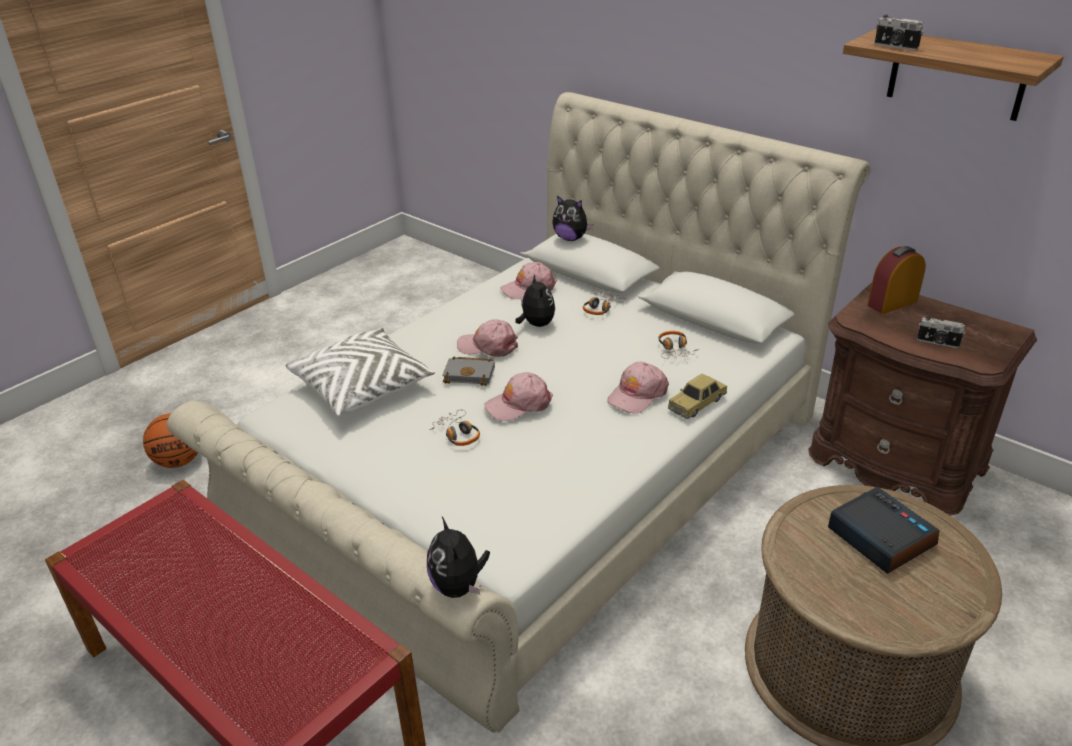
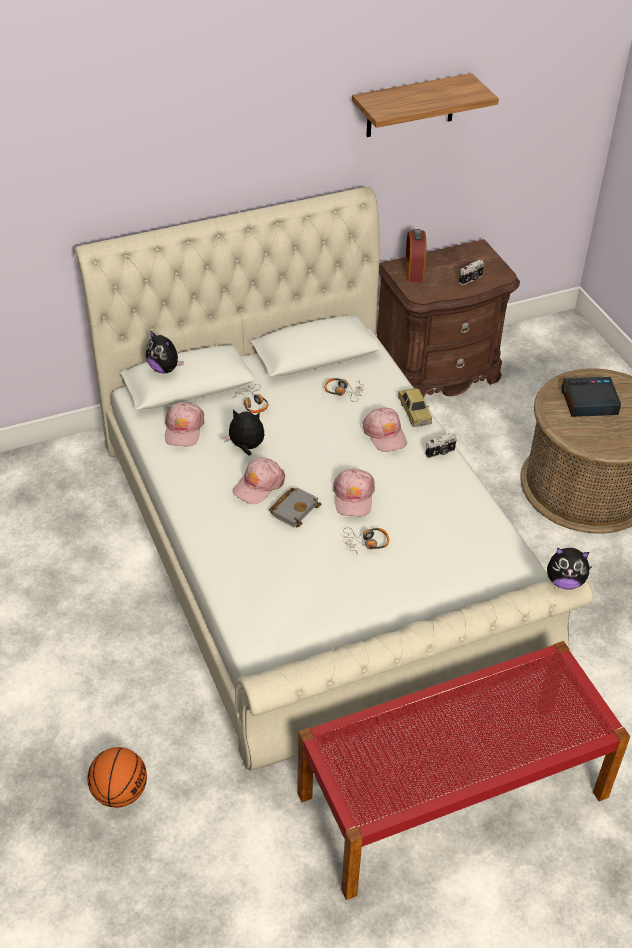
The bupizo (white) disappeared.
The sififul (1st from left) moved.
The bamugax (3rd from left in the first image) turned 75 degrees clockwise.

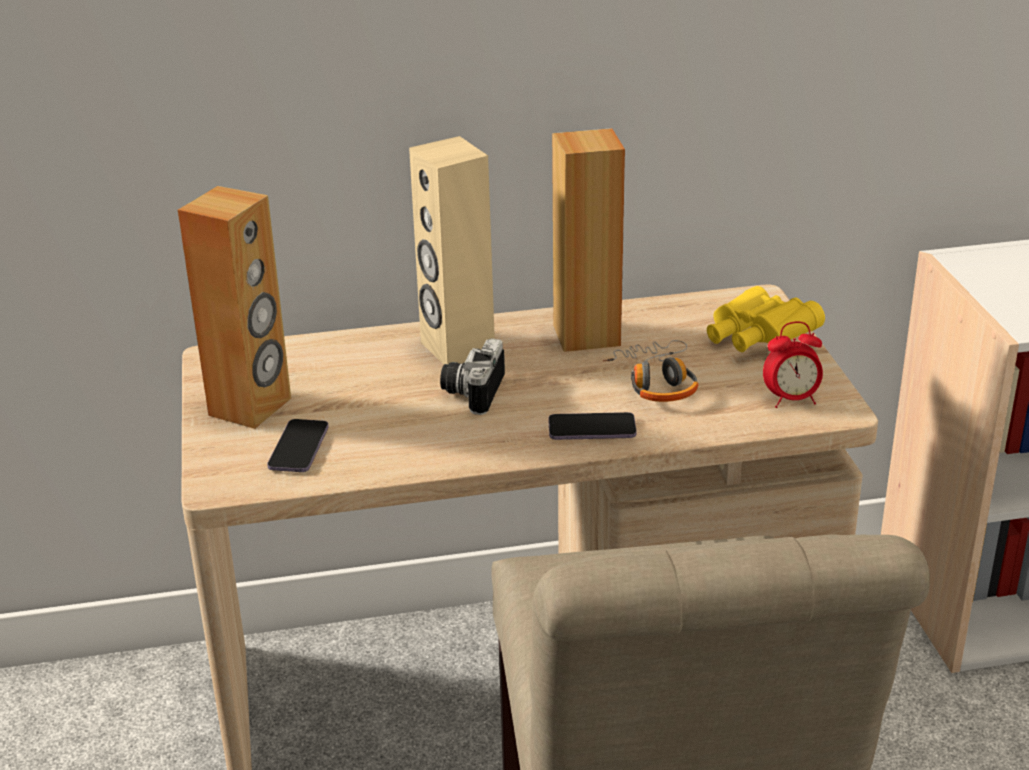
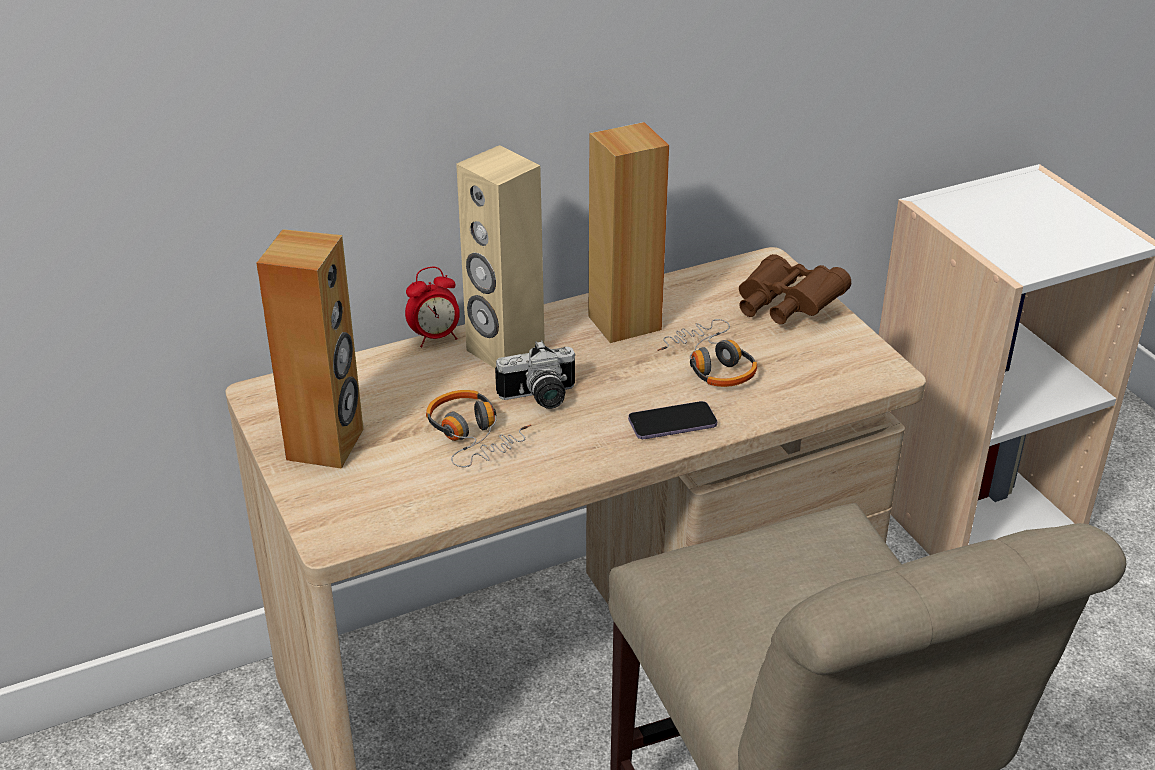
The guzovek (1st from left) disappeared.
The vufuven (1st from left) appeared.
The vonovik moved.
The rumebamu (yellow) became the rumebamu (brown).
The sififul turned 105 degrees counterclockwise.

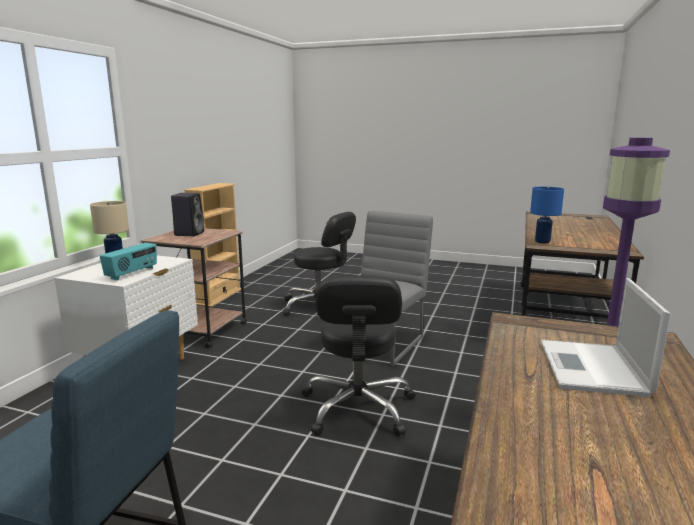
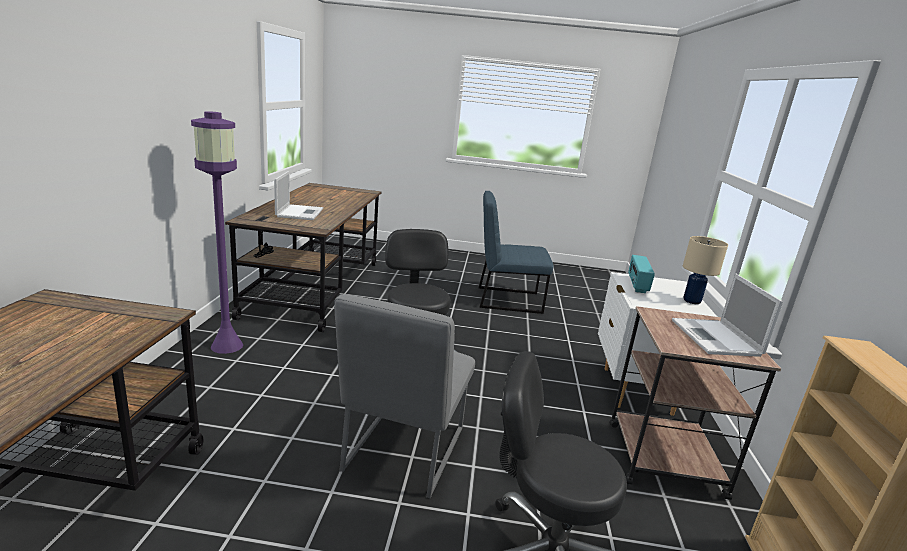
The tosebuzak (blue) disappeared.
The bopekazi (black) was replaced by the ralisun (2nd from left).

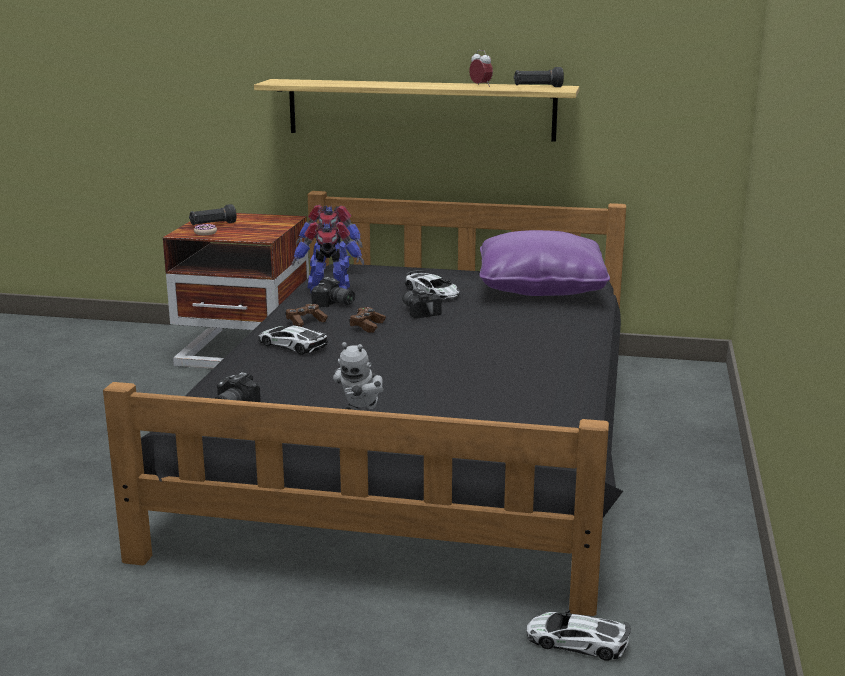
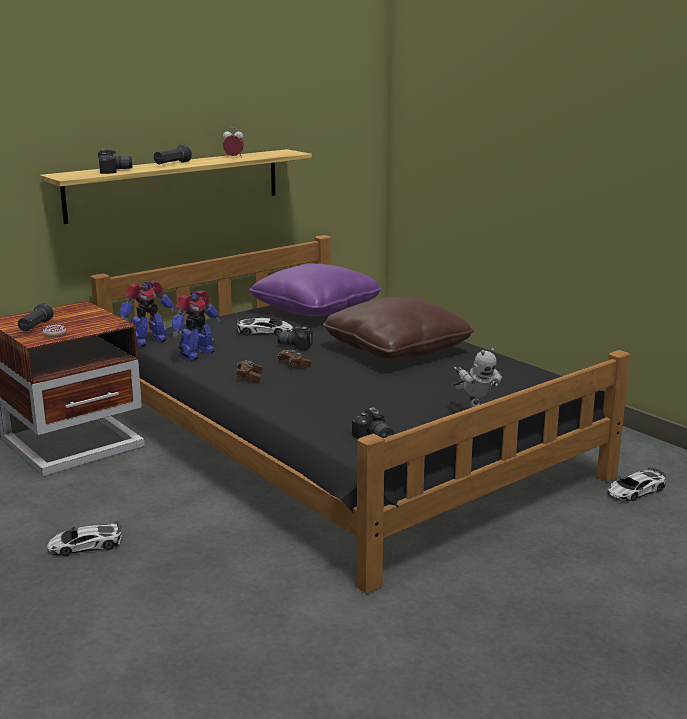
The bupizo (brown) appeared.
The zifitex (1st from left) moved.
The sififul (2nd from left in the first image) moved.
The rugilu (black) (2nd from left) moved.

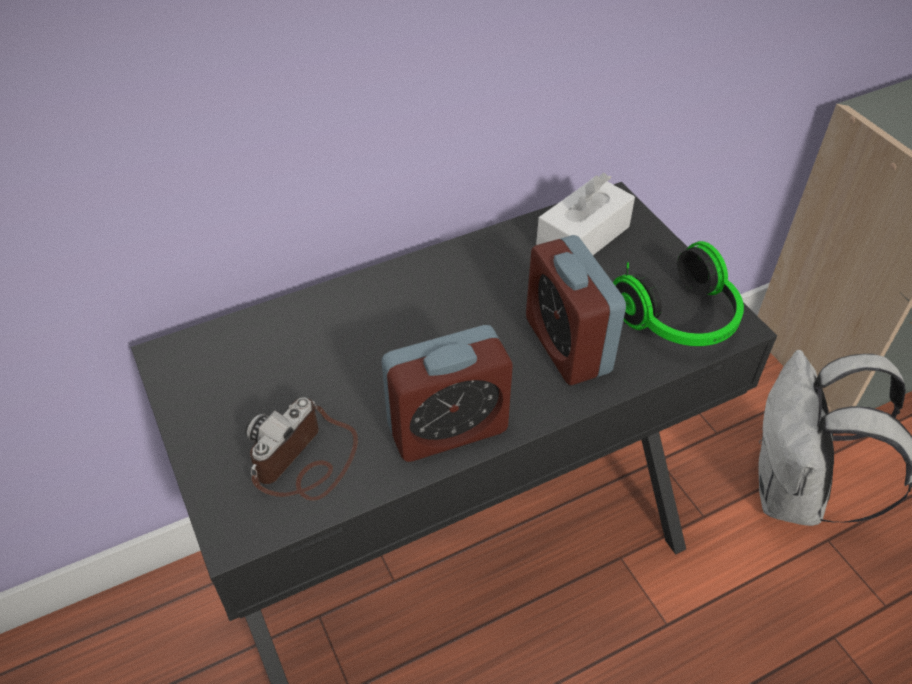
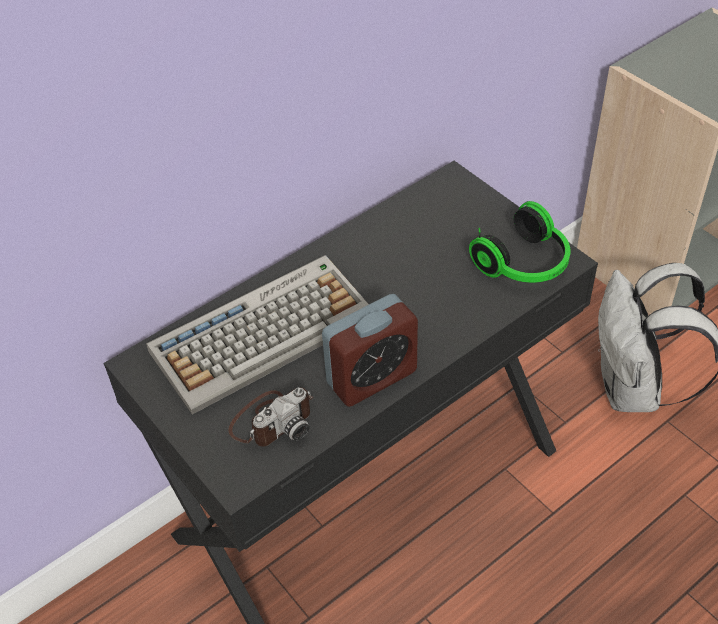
The vonovik (2nd from left) disappeared.
The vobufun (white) disappeared.
The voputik appeared.
The sififul turned 150 degrees counterclockwise.

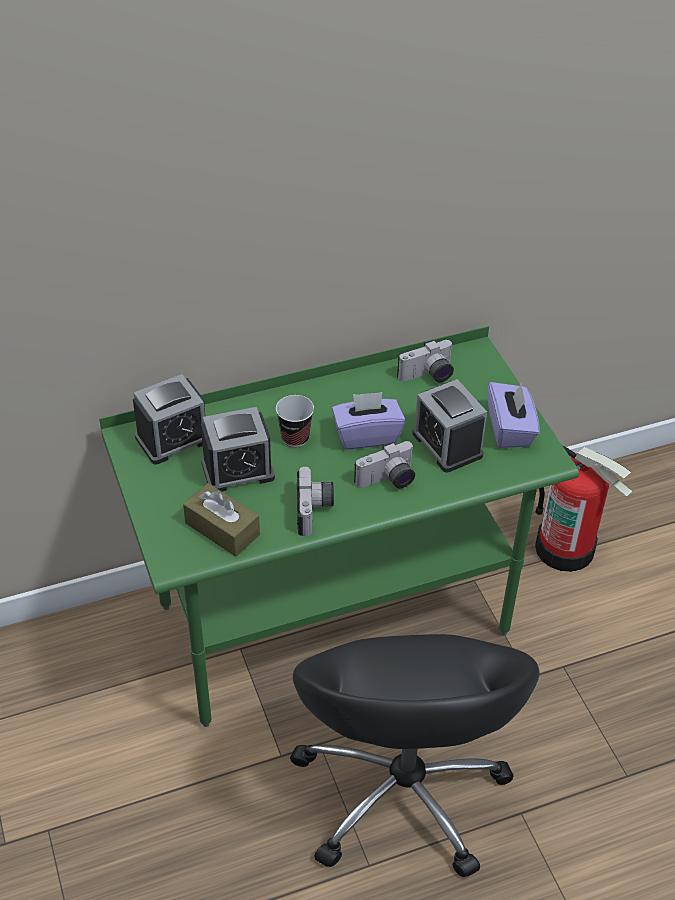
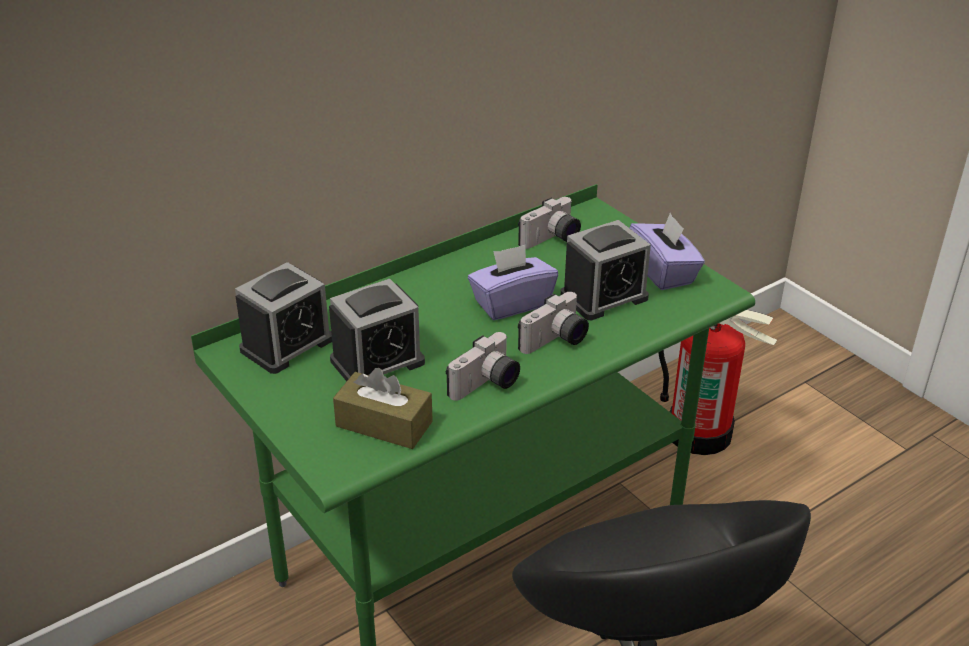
The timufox disappeared.
The sififul (1st from left) turned 60 degrees clockwise.
The vonovik (3rd from left) turned 75 degrees counterclockwise.

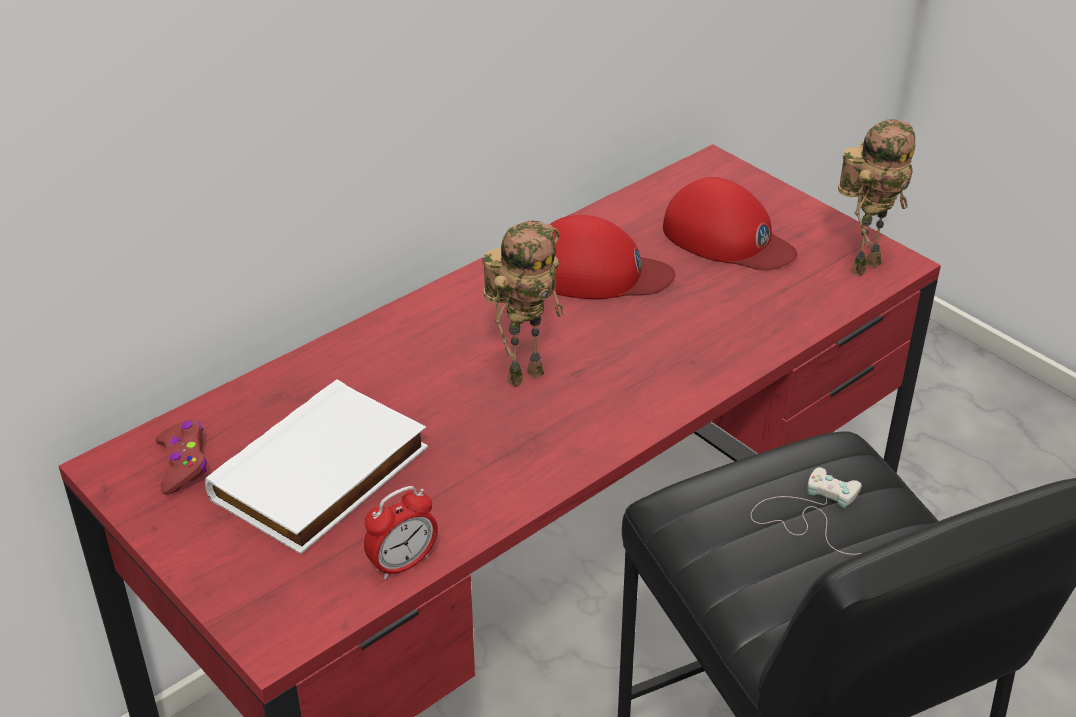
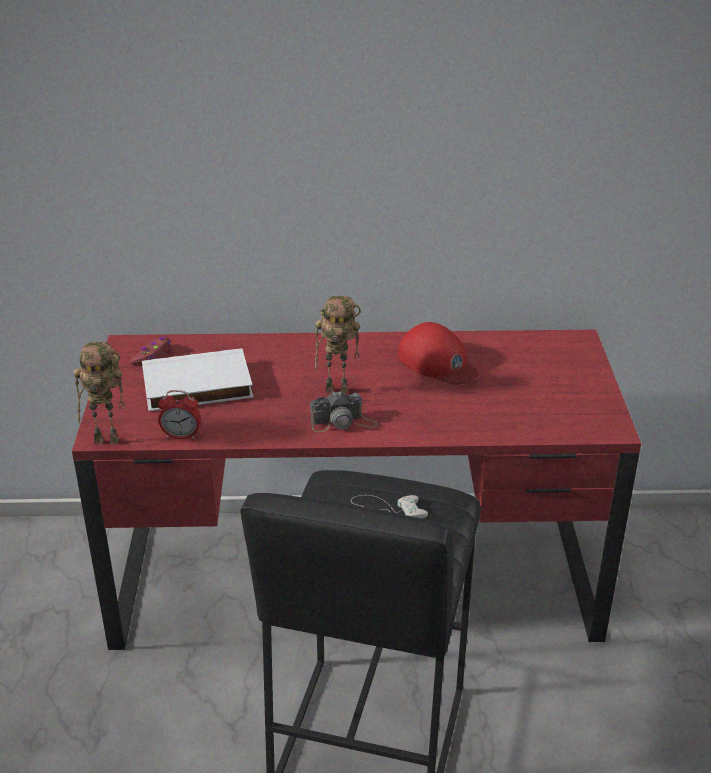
The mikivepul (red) (2nd from left) disappeared.
The sififul appeared.
The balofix (2nd from left in the first image) moved.

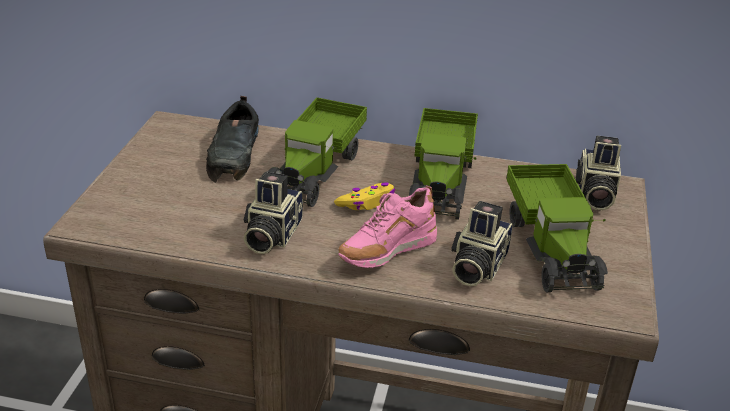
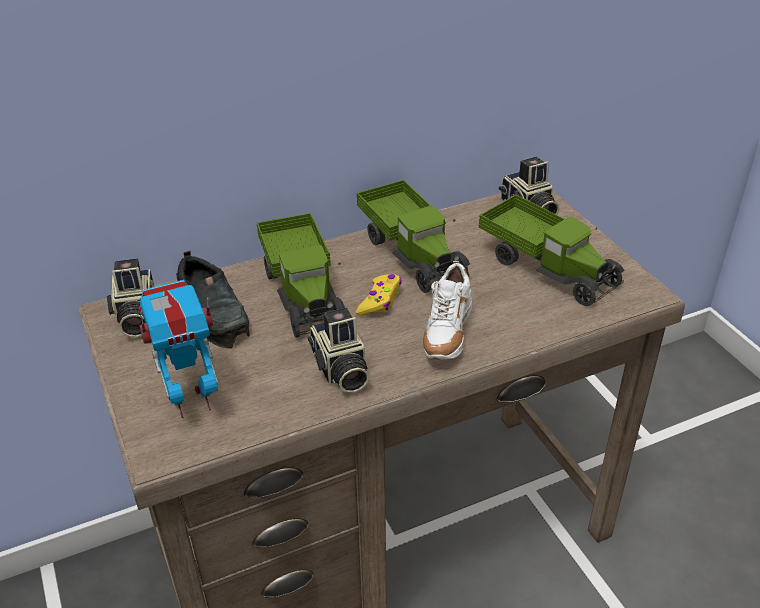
The balofix appeared.
The sififul (2nd from left in the first image) moved.
The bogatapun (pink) became the bogatapun (white).

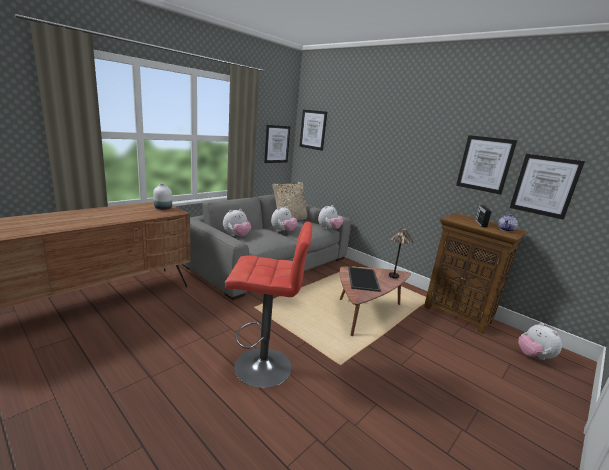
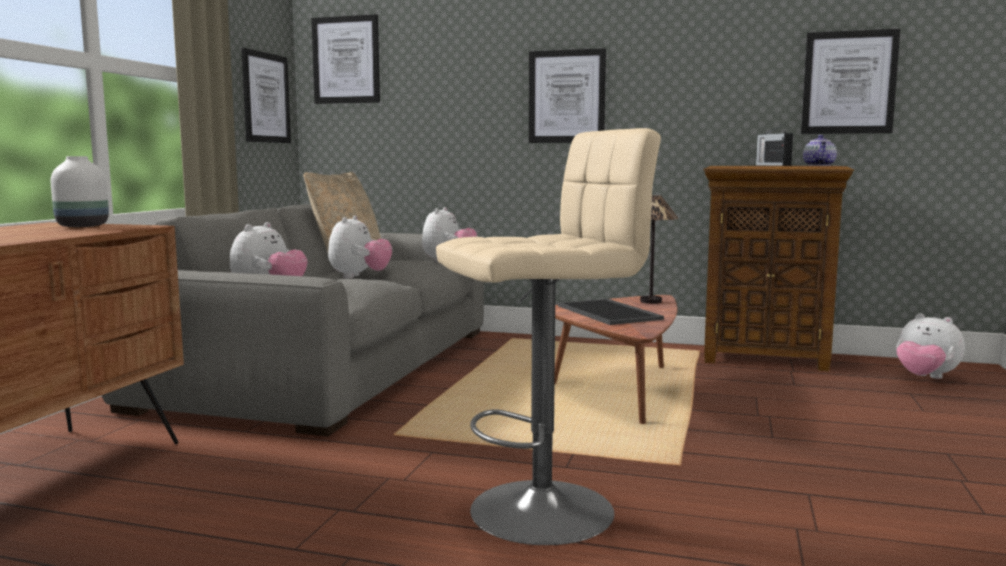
The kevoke (3rd from left) moved.
The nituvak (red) became the nituvak (beige).

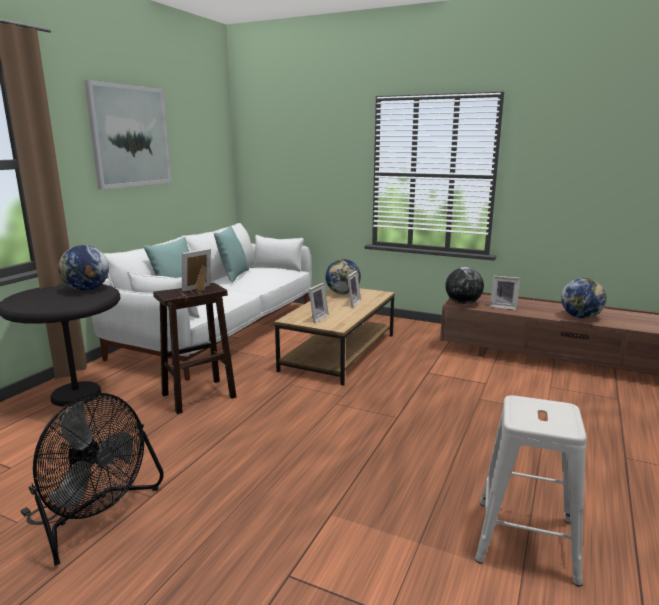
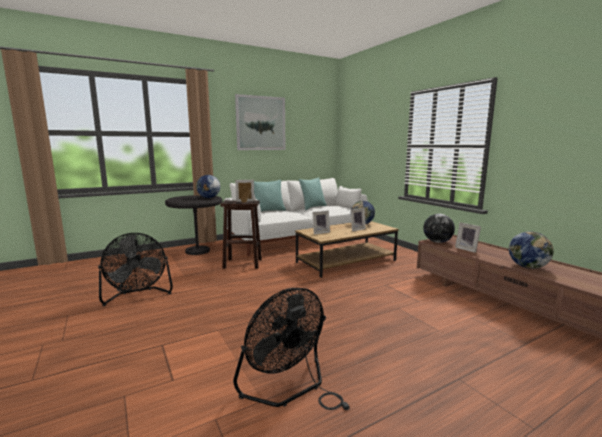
The nituvak (white) was replaced by the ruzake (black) (2nd from left).

